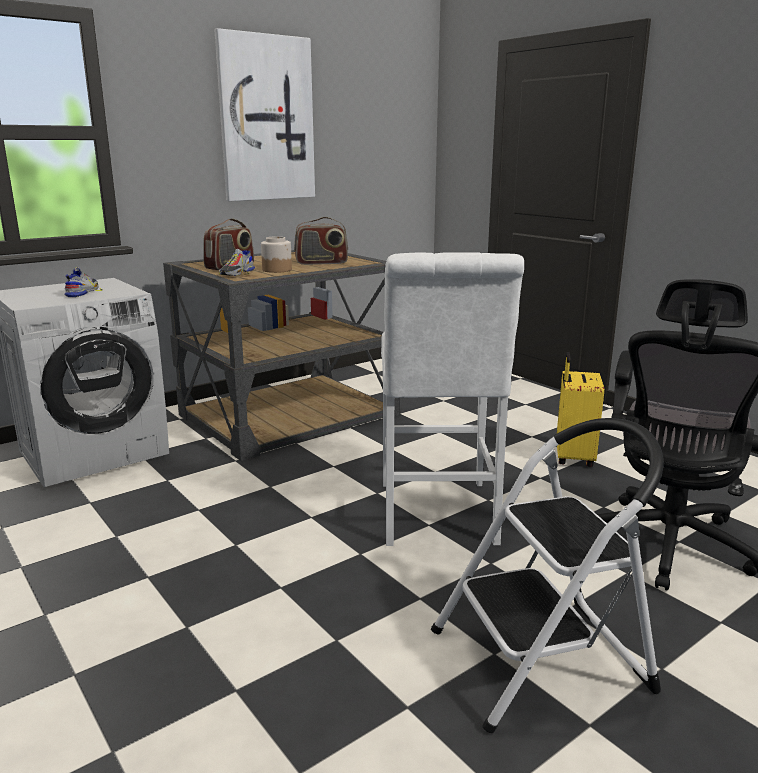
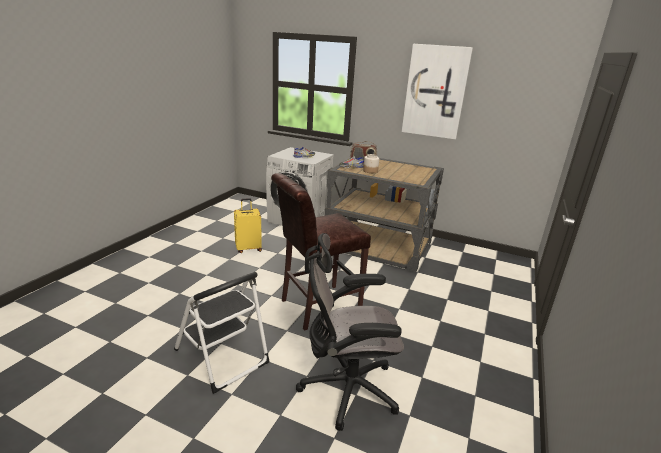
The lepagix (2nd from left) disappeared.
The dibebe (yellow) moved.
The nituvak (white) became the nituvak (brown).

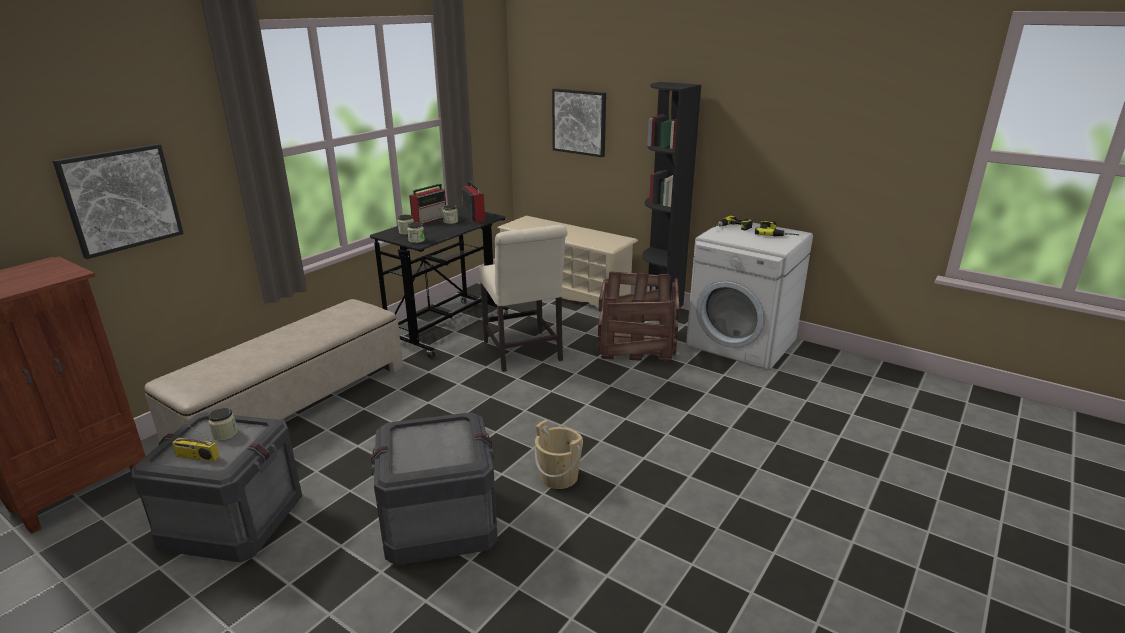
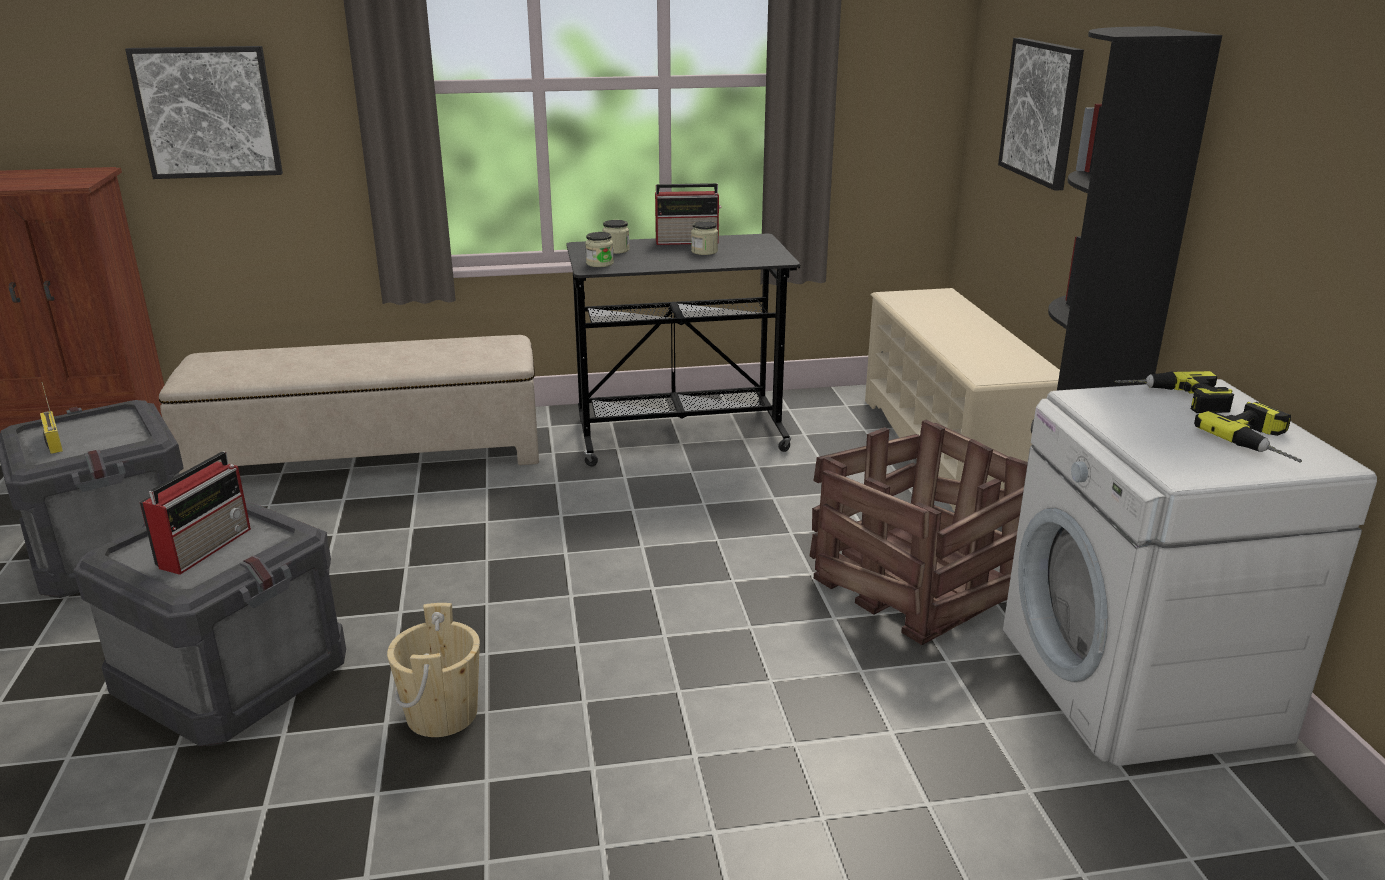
The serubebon (1st from left) disappeared.
The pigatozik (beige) disappeared.
The lepagix (3rd from left in the first image) moved.

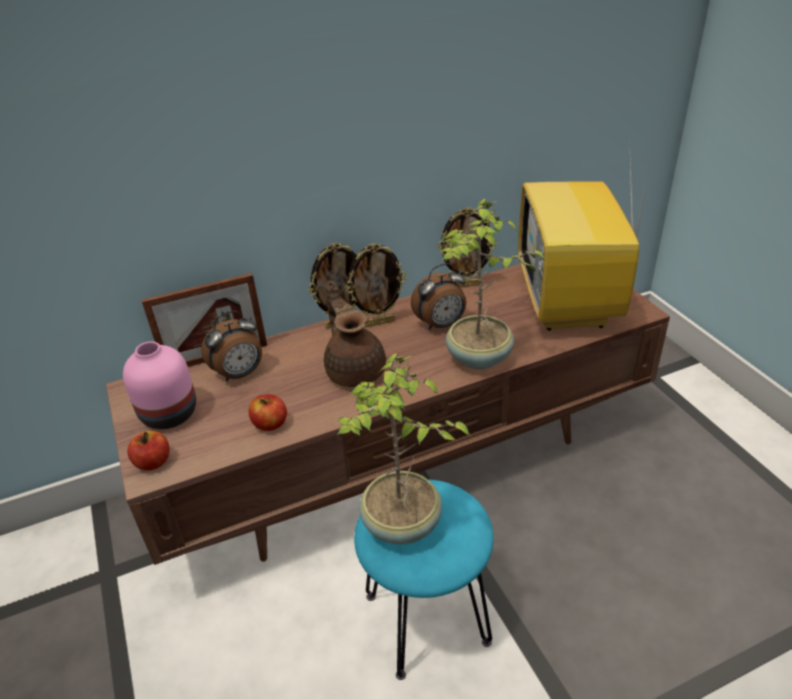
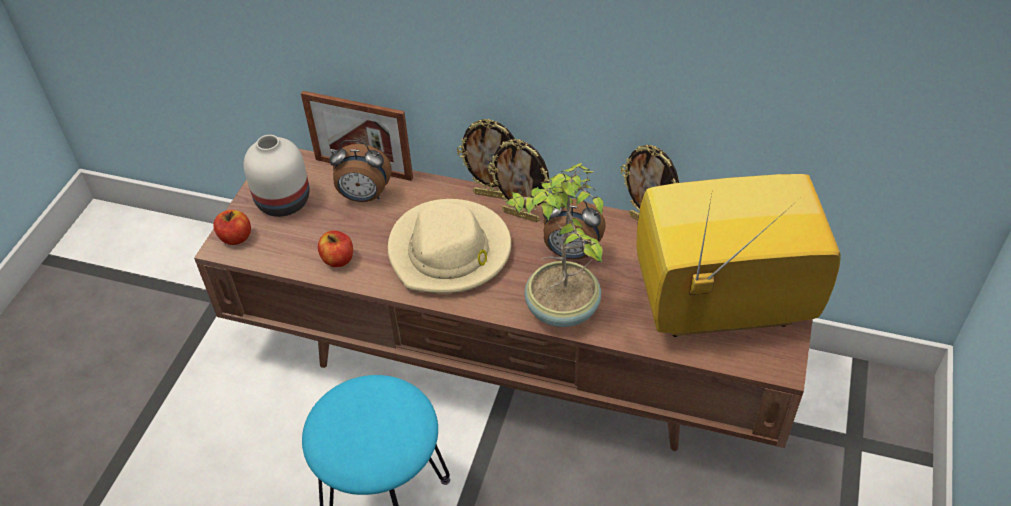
The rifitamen (1st from left) disappeared.
The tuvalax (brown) was replaced by the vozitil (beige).
The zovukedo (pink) became the zovukedo (white).
The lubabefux turned 45 degrees clockwise.

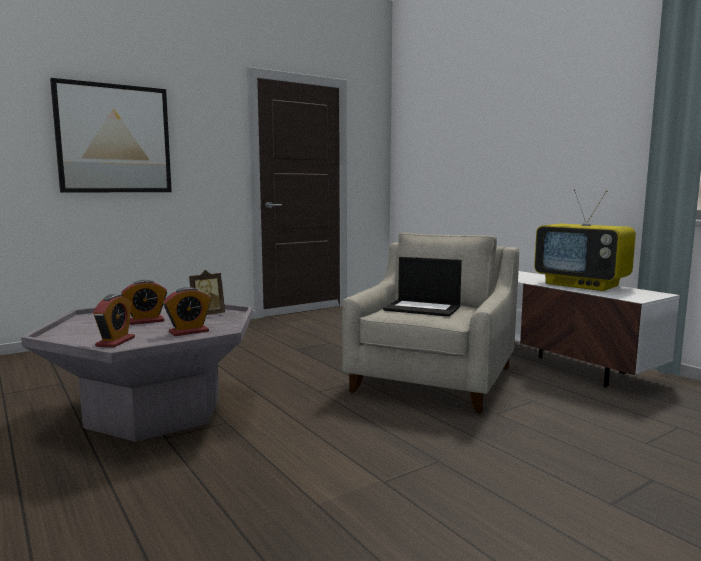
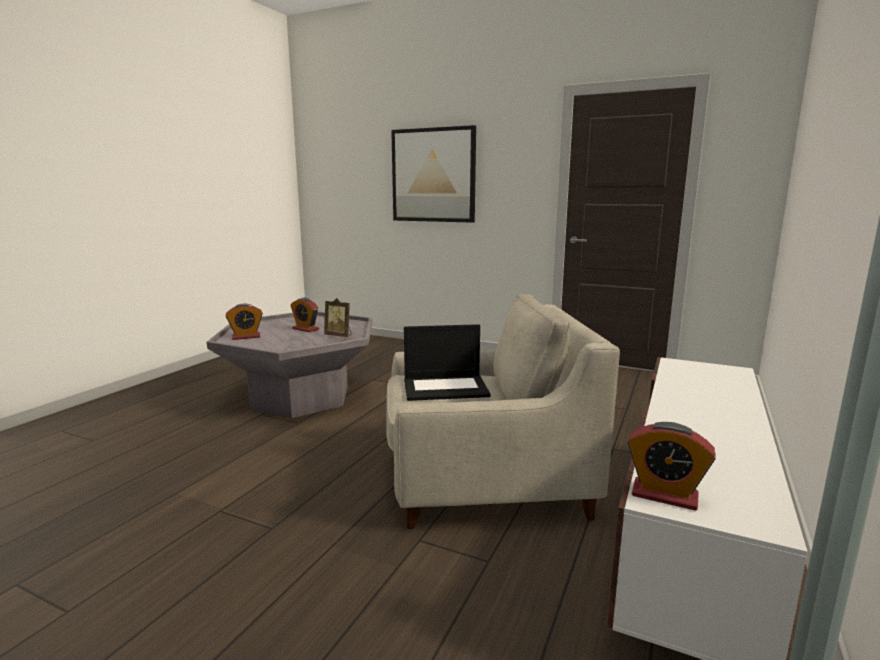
The lubabefux disappeared.
The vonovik (3rd from left) moved.
The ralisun turned 90 degrees counterclockwise.

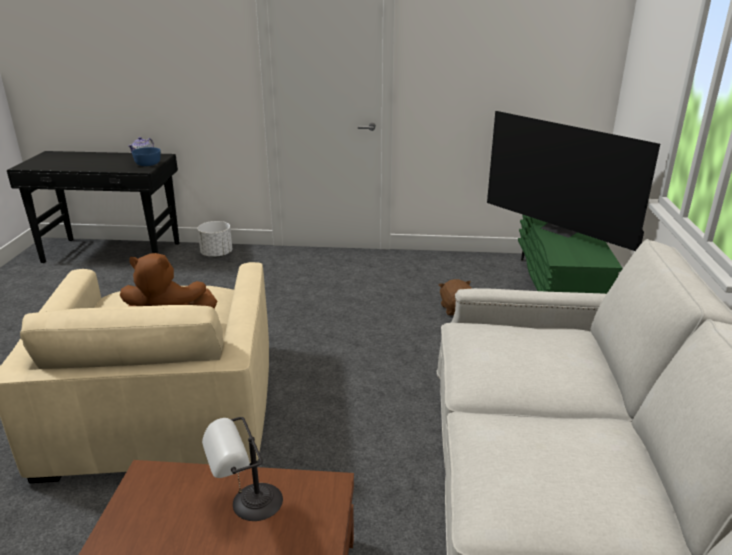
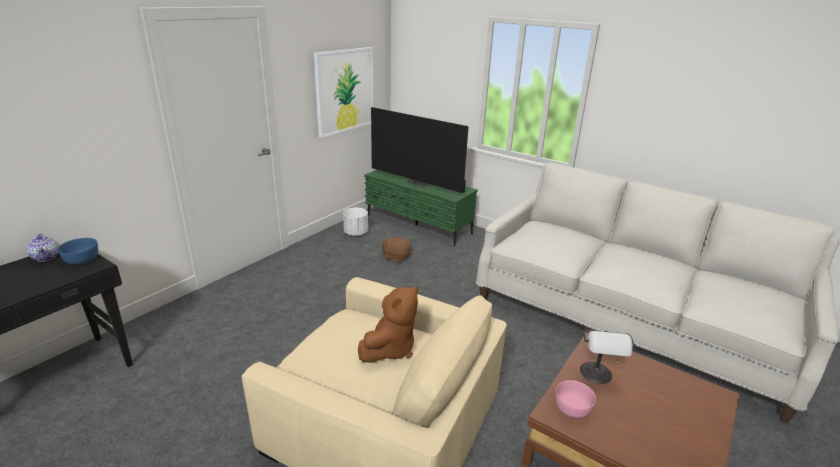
The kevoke appeared.
The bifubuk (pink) appeared.
The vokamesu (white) moved.
The lubabefux turned 45 degrees clockwise.

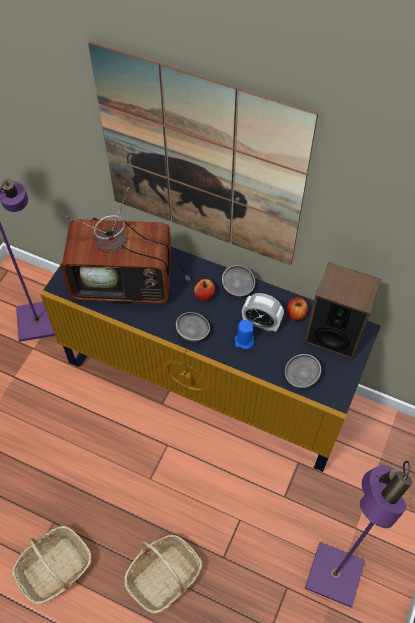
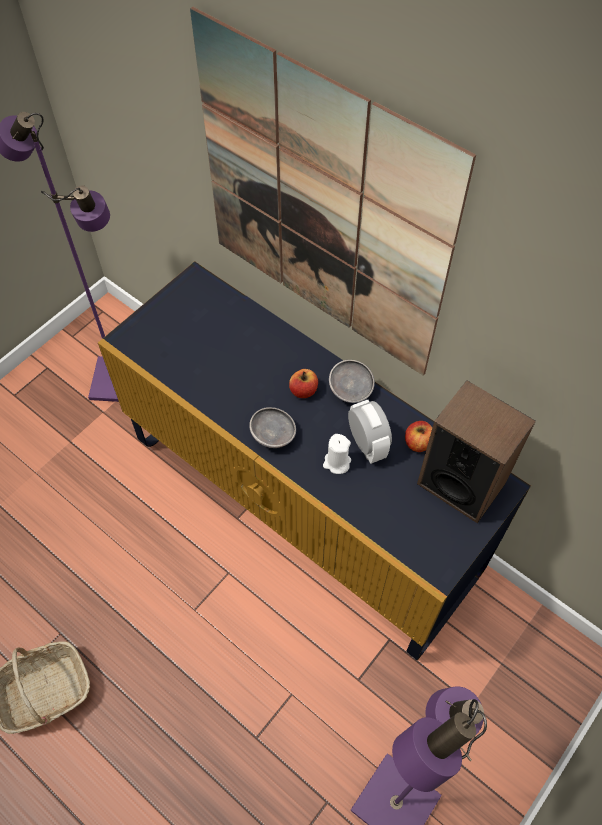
The lubabefux disappeared.
The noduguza (2nd from left) disappeared.
The bifubuk (grey) (3rd from left) disappeared.
The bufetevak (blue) became the bufetevak (white).
The vonovik turned 150 degrees counterclockwise.

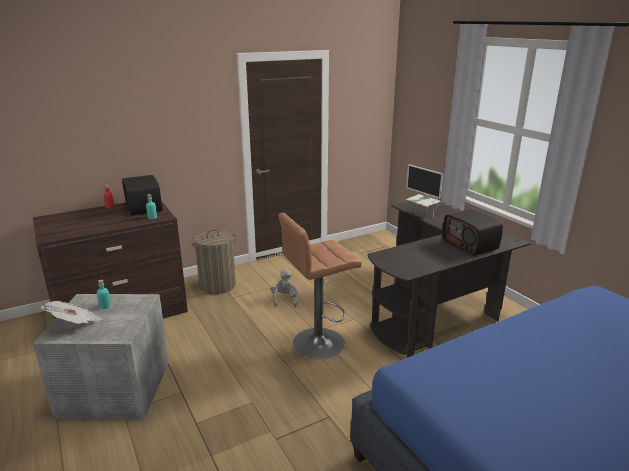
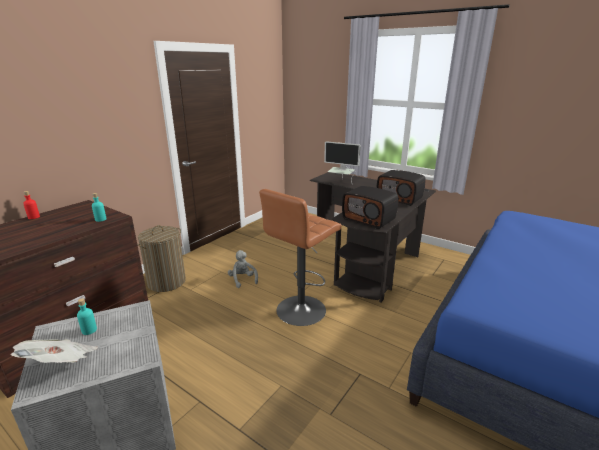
The lepagix (1st from left) moved.

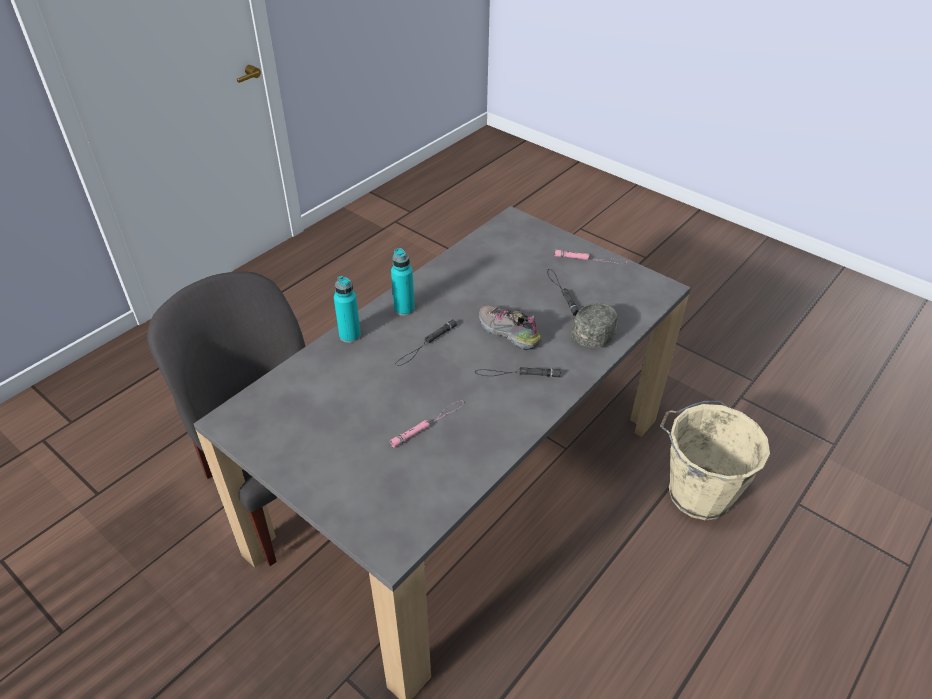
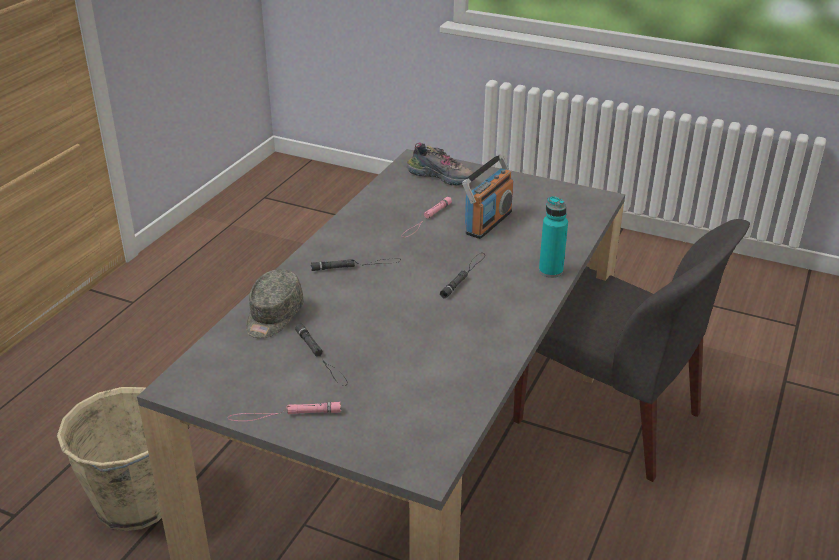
The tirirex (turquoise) (2nd from left) disappeared.
The lepagix appeared.
The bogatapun moved.

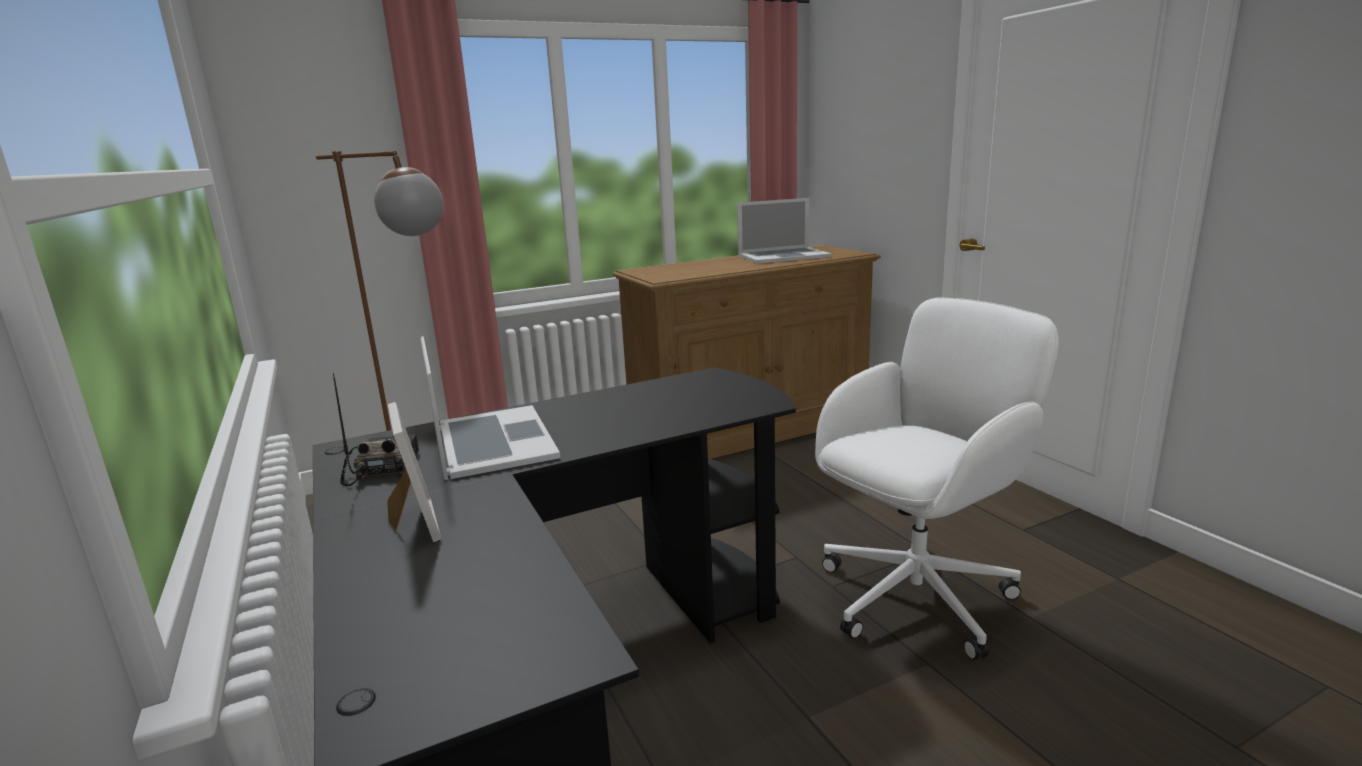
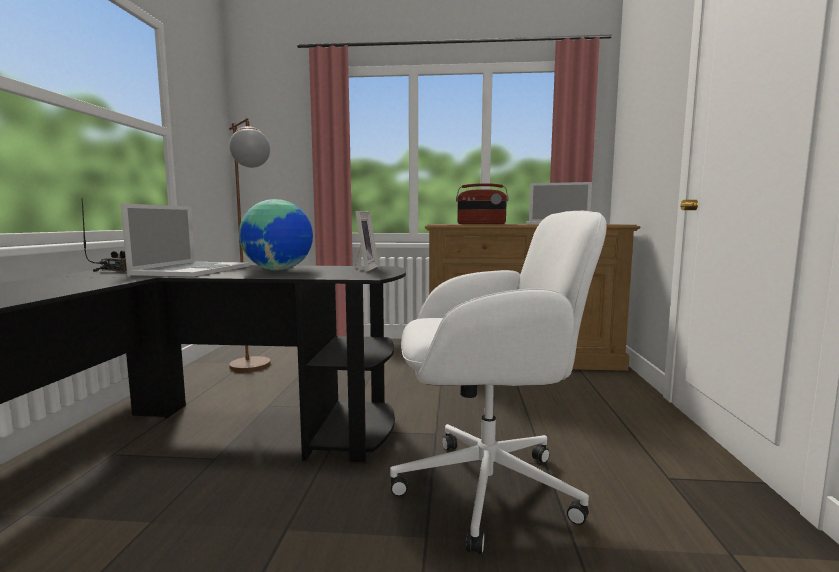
The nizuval appeared.
The lepagix (2nd from left) appeared.
The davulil moved.

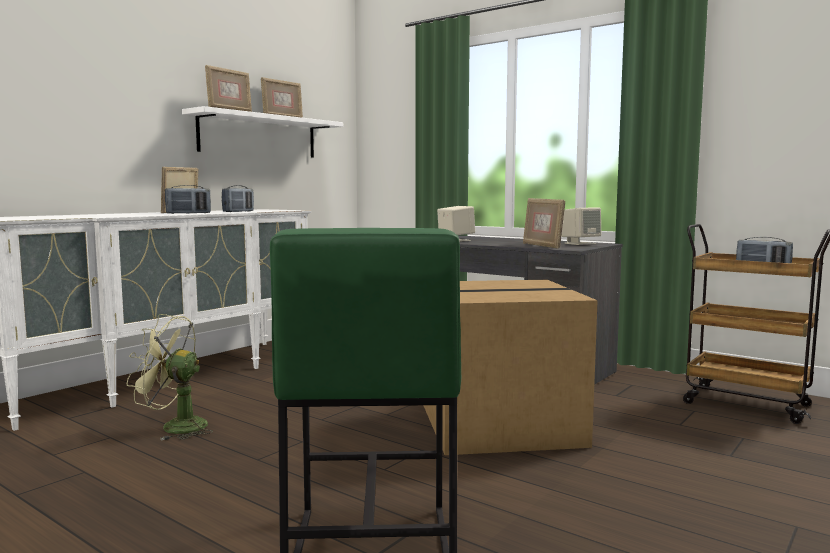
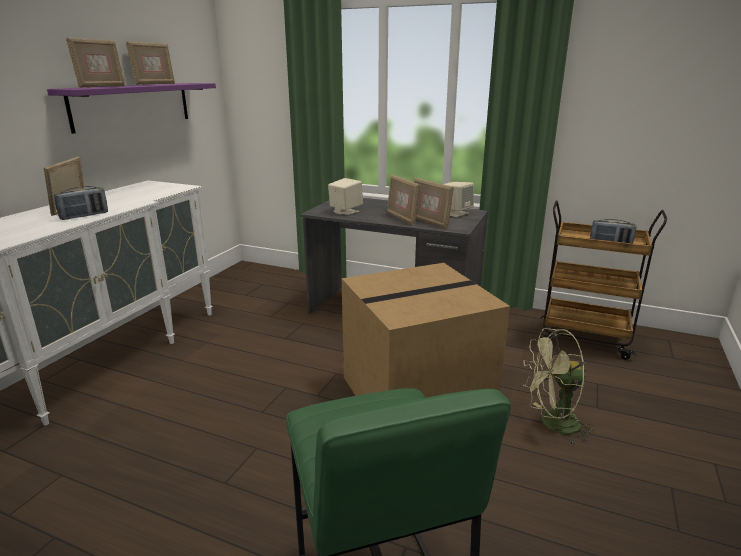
The lepagix (2nd from left) disappeared.
The davulil (4th from left) appeared.
The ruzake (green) moved.
The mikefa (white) became the mikefa (purple).

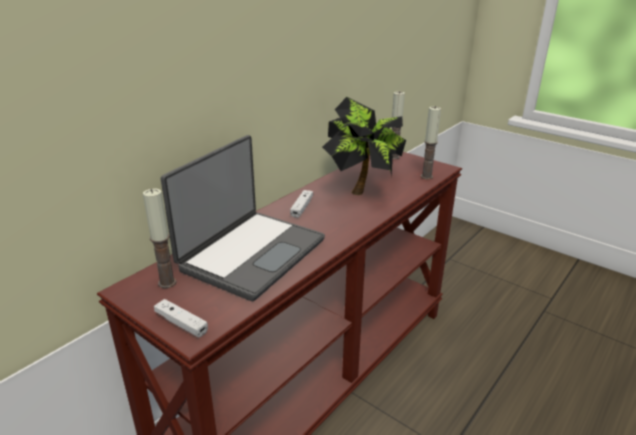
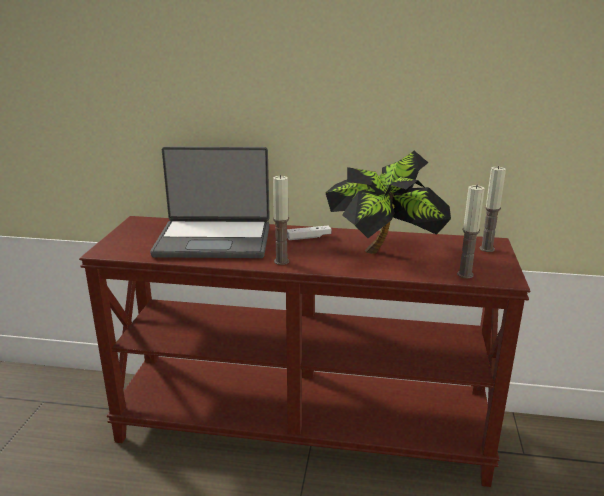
The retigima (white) (1st from left) disappeared.
The bufetevak (1st from left) moved.

